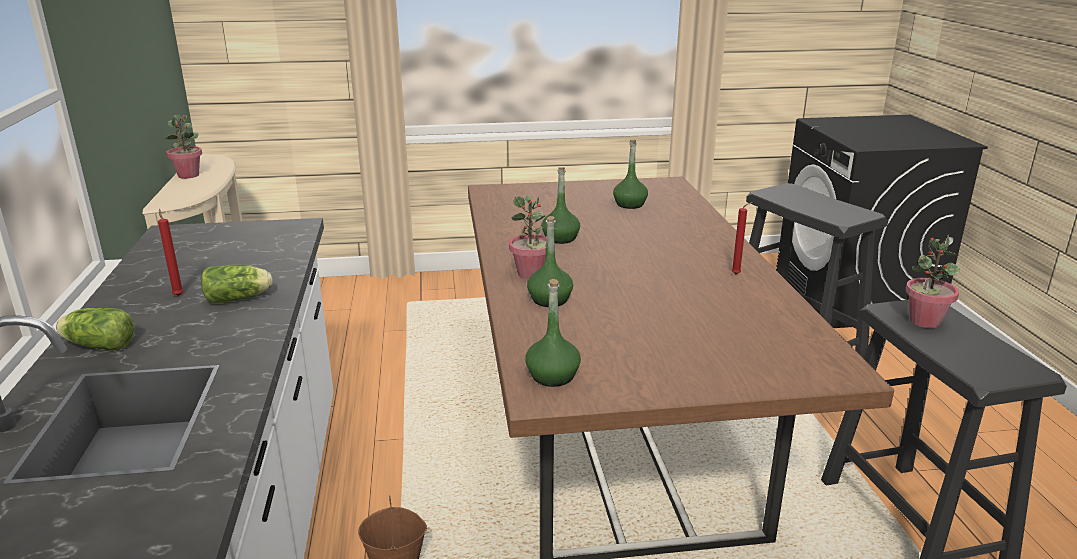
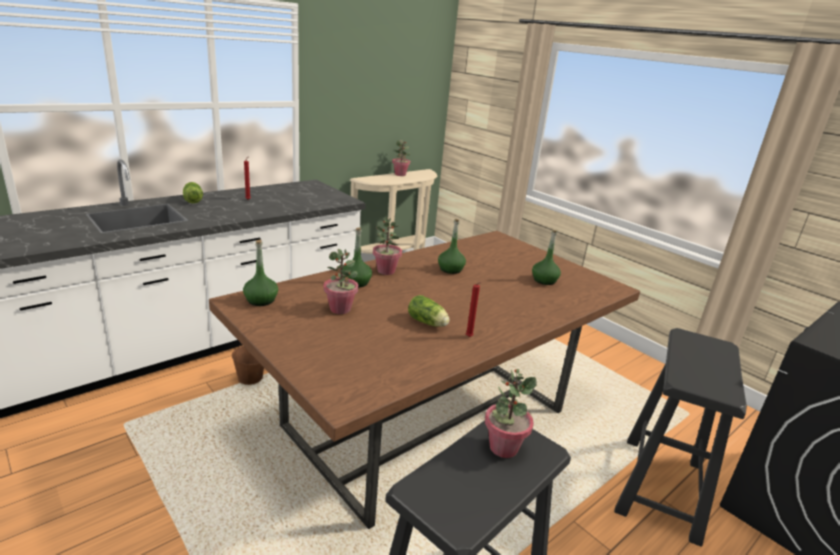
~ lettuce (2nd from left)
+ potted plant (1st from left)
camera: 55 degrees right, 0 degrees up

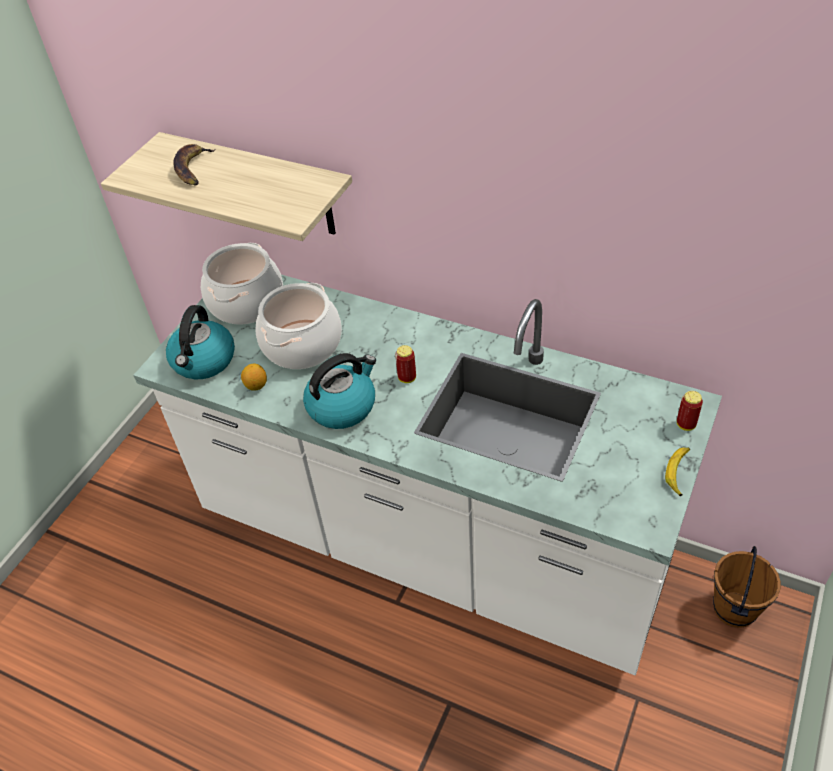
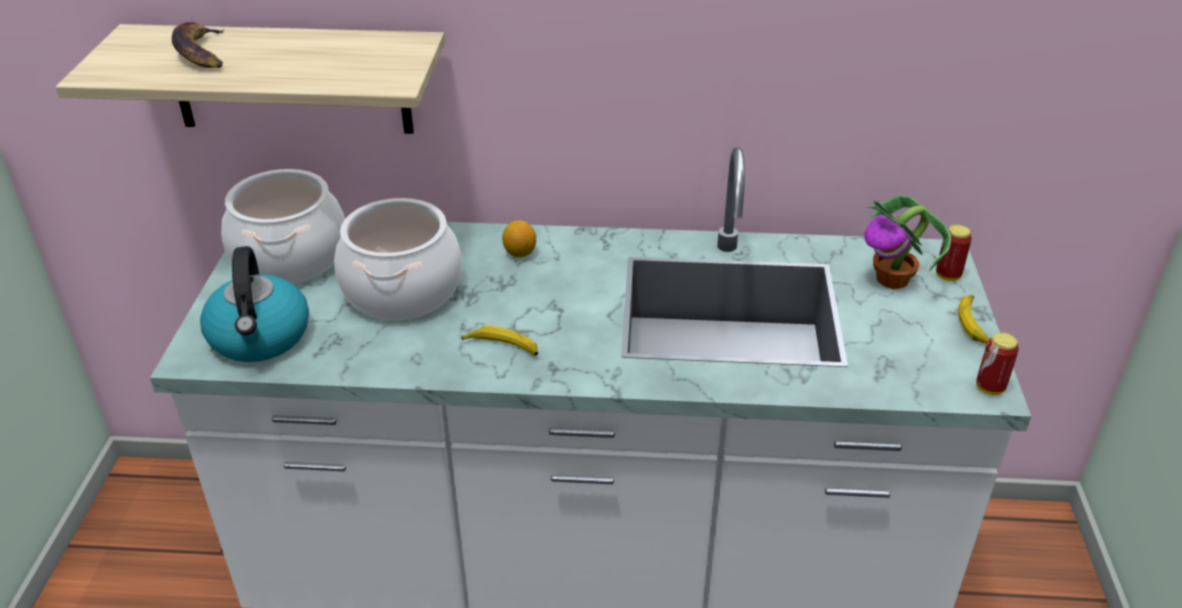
~ lemon
~ kettle (2nd from left) to banana (2nd from left)
~ can (1st from left in the first image) to can (2nd from left)
- brown bucket
+ potted plant
camera: 25 degrees left, 10 degrees down

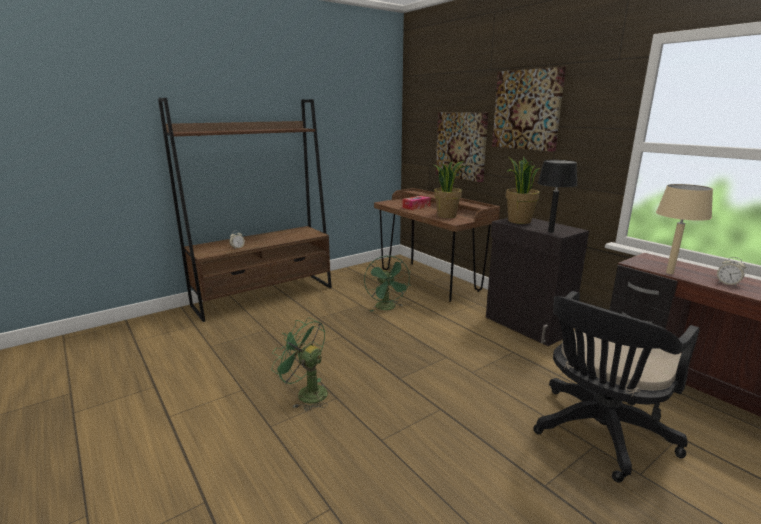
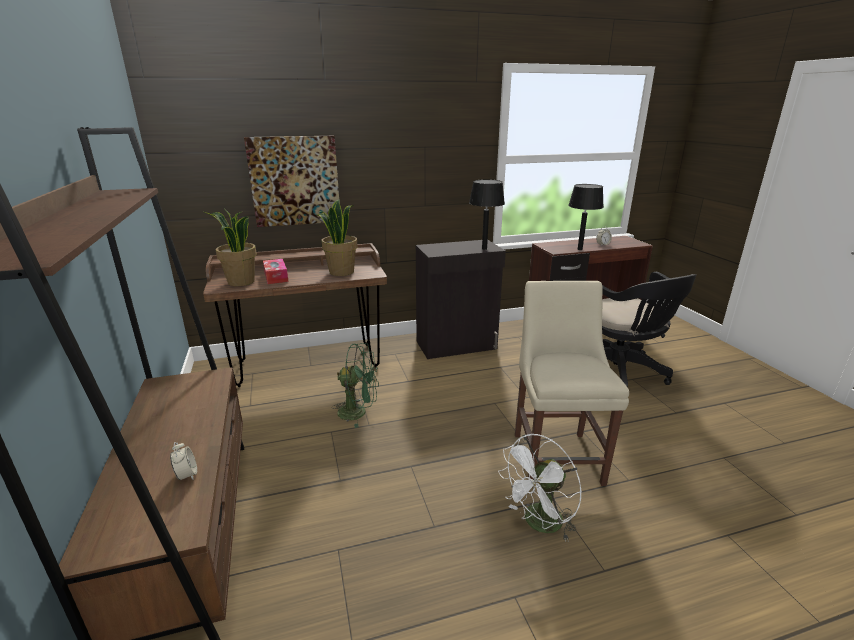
~ green fan (1st from left) to white fan
- picture (2nd from left)
~ potted plant (2nd from left in the first image) to potted plant (1st from left)
~ beige table lamp to black table lamp (2nd from left)
+ beige chair
camera: 70 degrees left, 5 degrees up

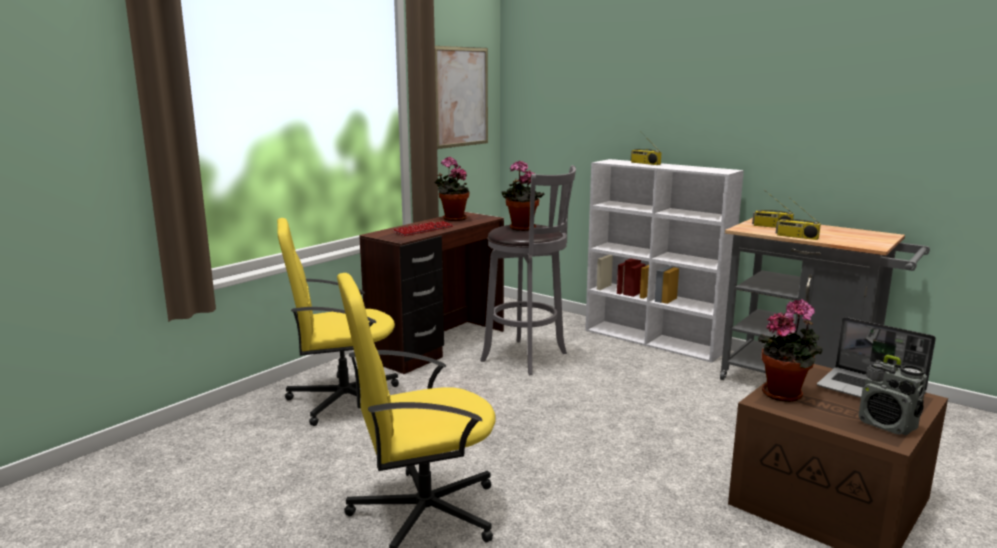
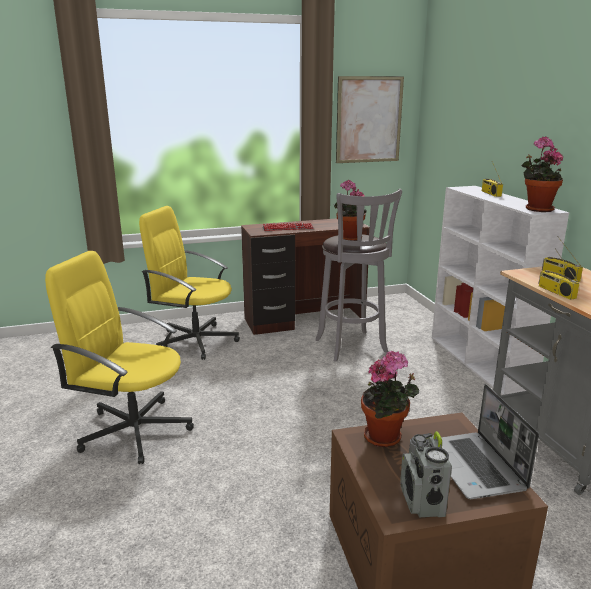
~ potted plant (1st from left in the first image) to potted plant (3rd from left)
camera: 35 degrees right, 5 degrees up

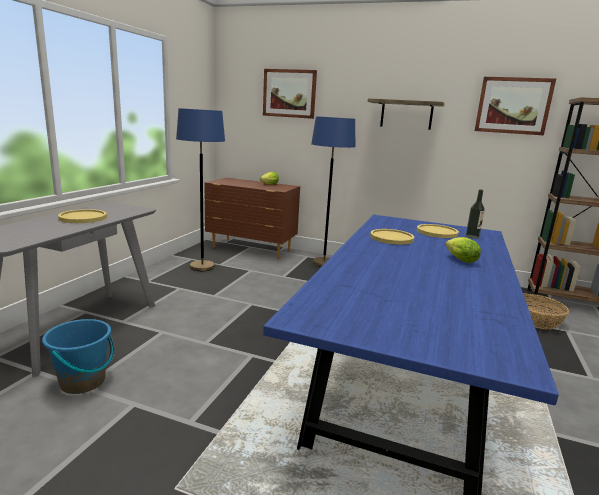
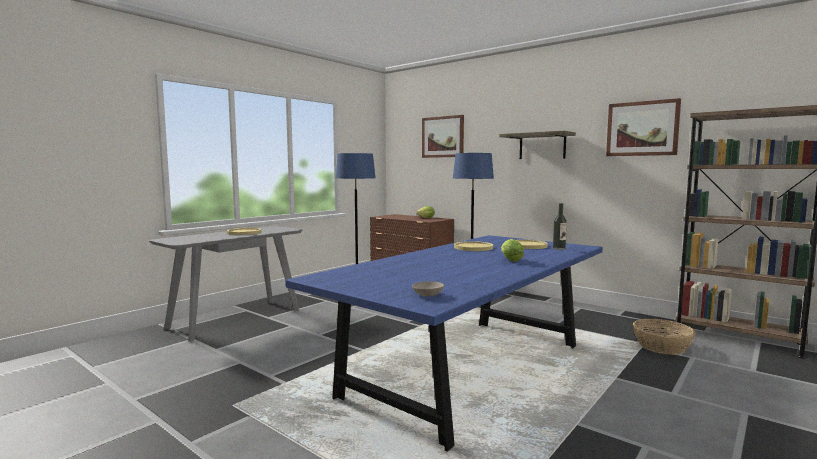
- blue bucket
+ beige bowl
camera: 20 degrees right, 10 degrees down

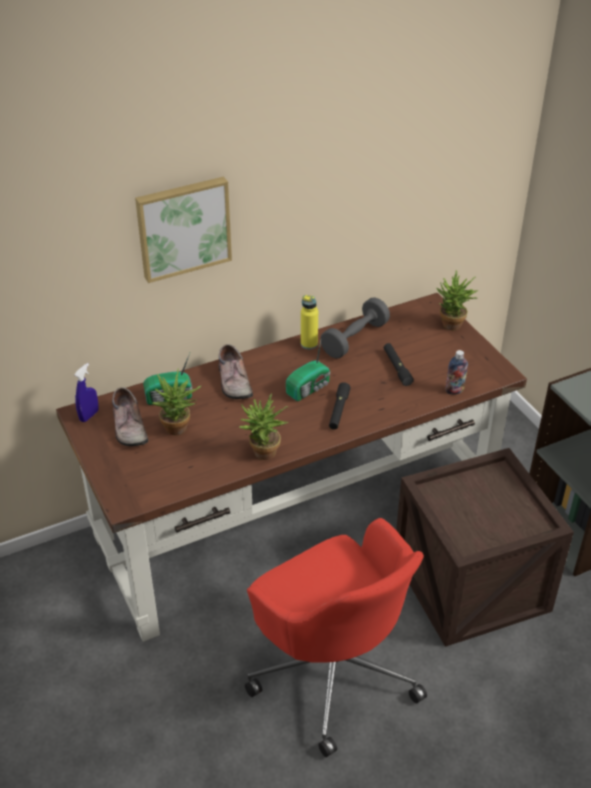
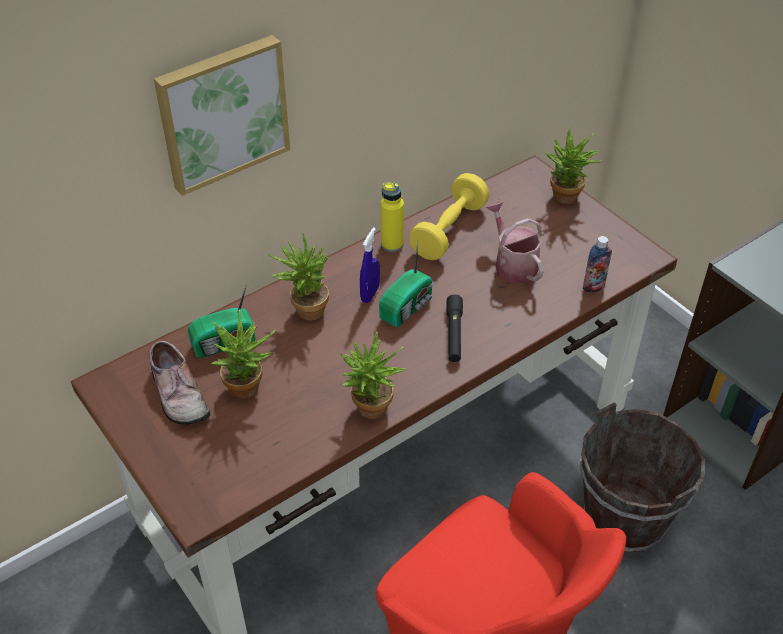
~ blue spray bottle
~ shoe (2nd from left) to potted plant (2nd from left)
~ grey dumbbell to yellow dumbbell
~ black flashlight (2nd from left) to watering can
~ crate to brown bucket
camera: 10 degrees left, 5 degrees up

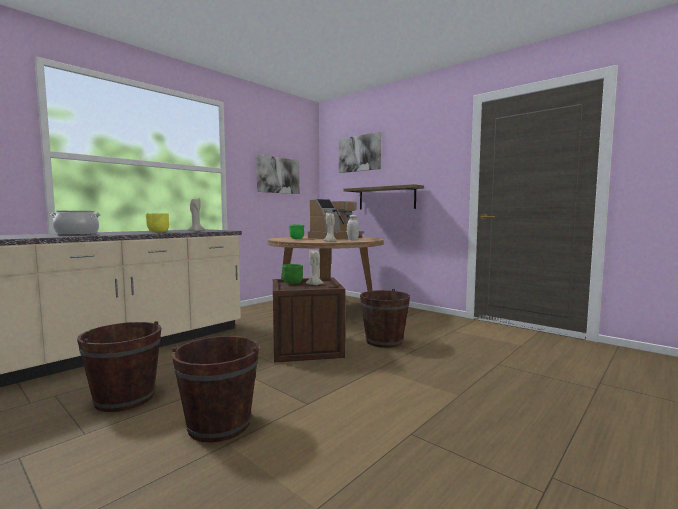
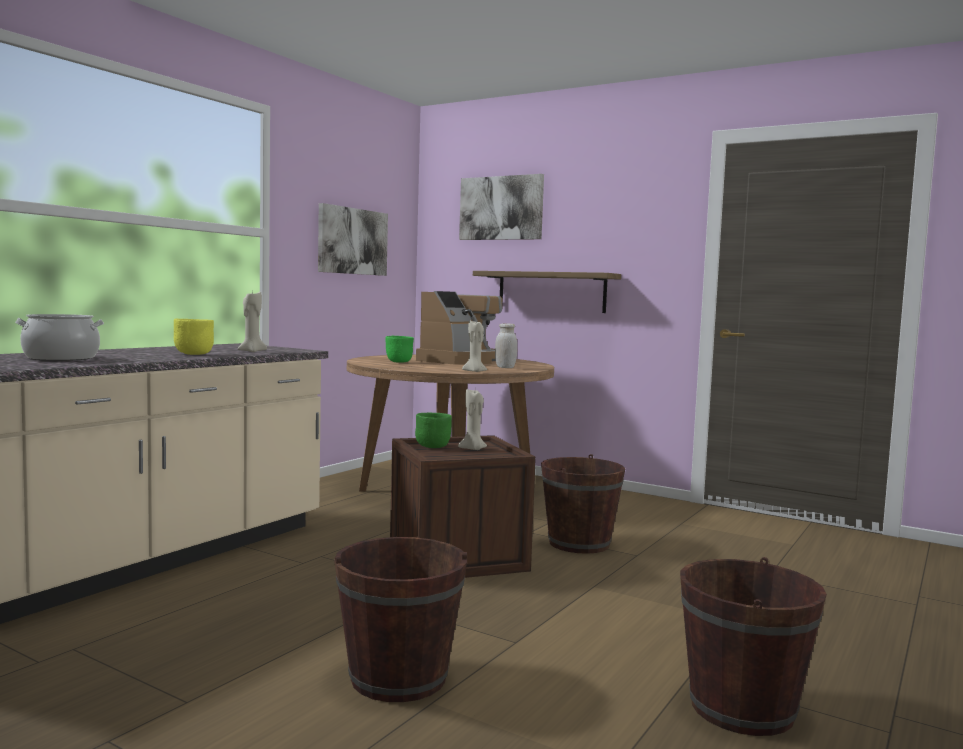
~ brown bucket (1st from left in the first image) to brown bucket (3rd from left)
camera: 10 degrees left, 0 degrees up

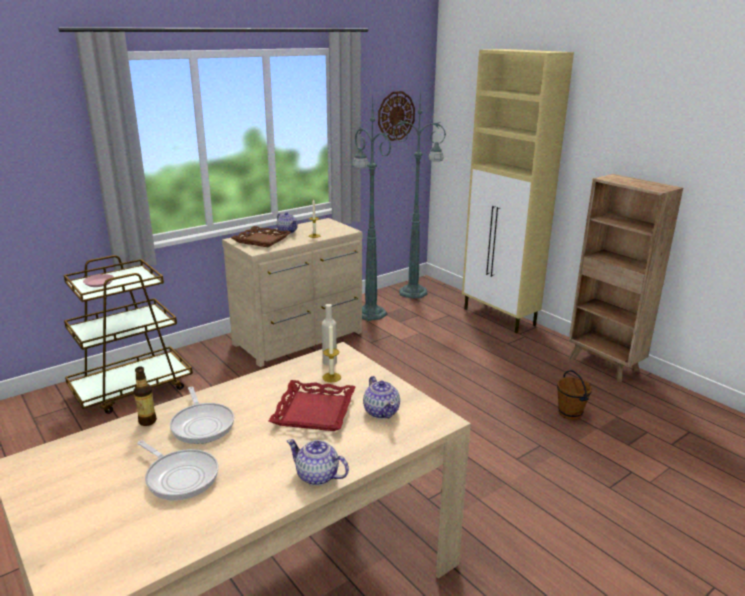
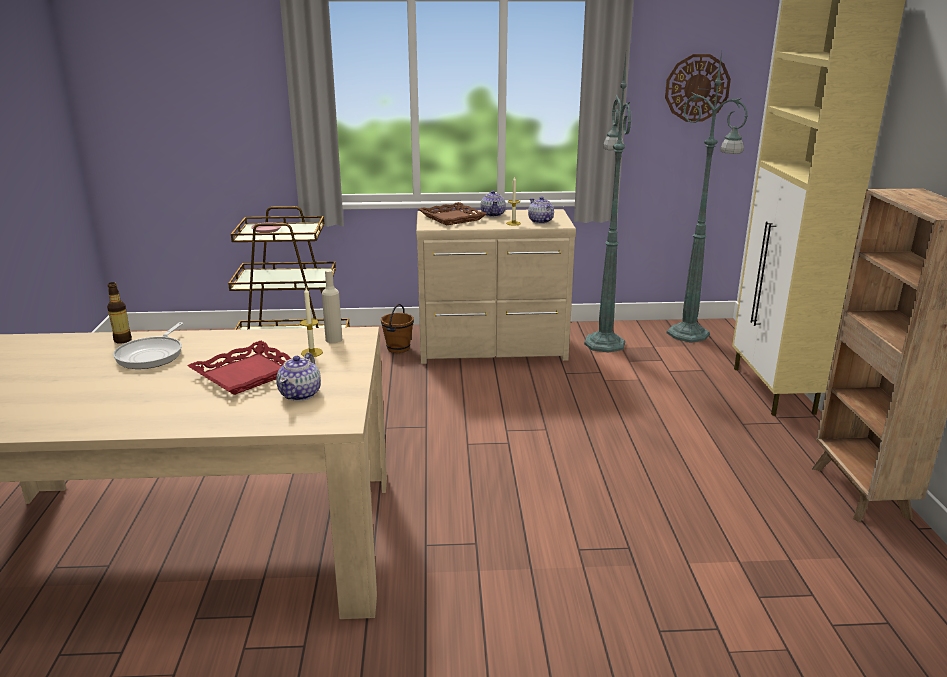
- frying pan (1st from left)
~ teapot (2nd from left in the first image) to teapot (3rd from left)
~ brown bucket
camera: 35 degrees right, 0 degrees up

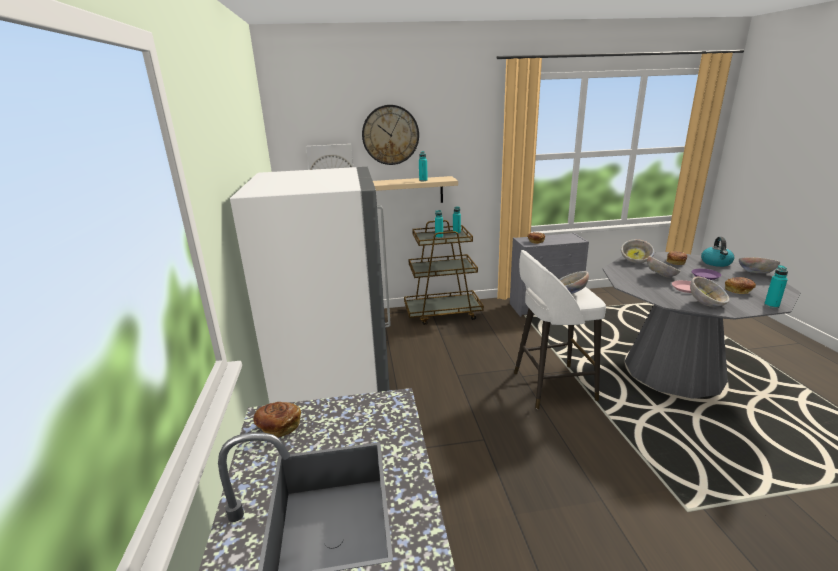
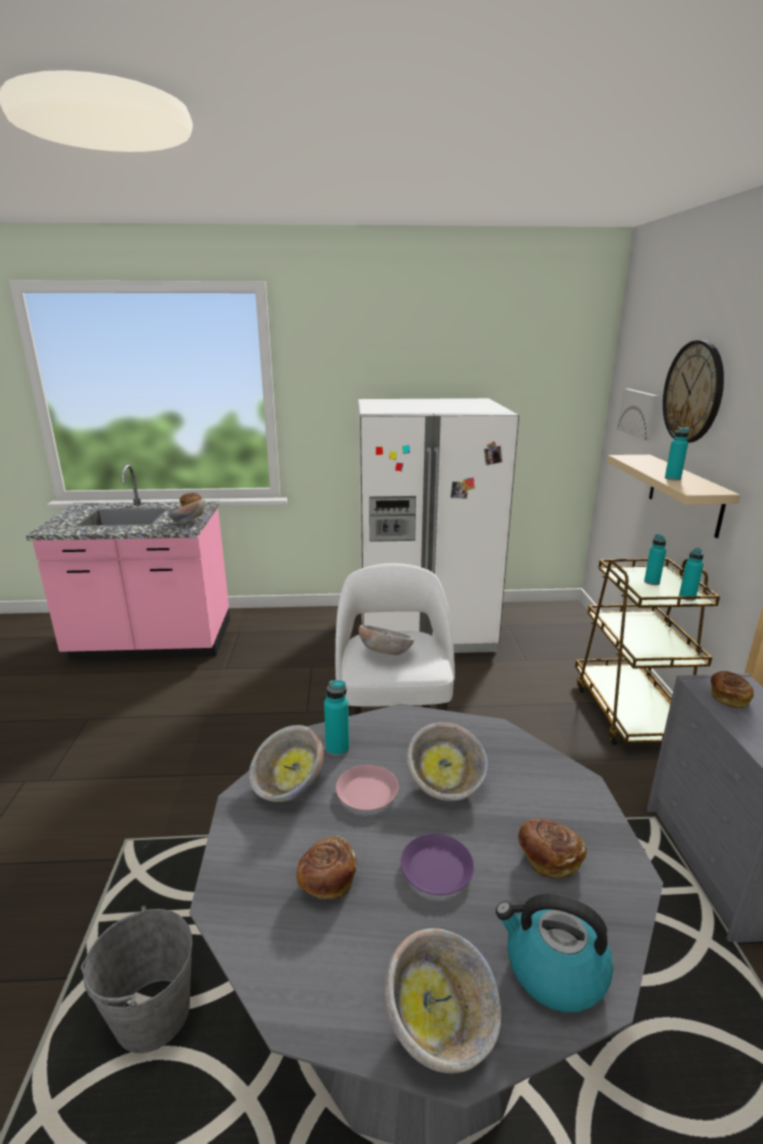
~ bowl (2nd from left in the first image) to bowl (1st from left)
~ turquoise bottle (4th from left in the first image) to turquoise bottle (1st from left)
+ grey bucket
camera: 95 degrees right, 0 degrees up

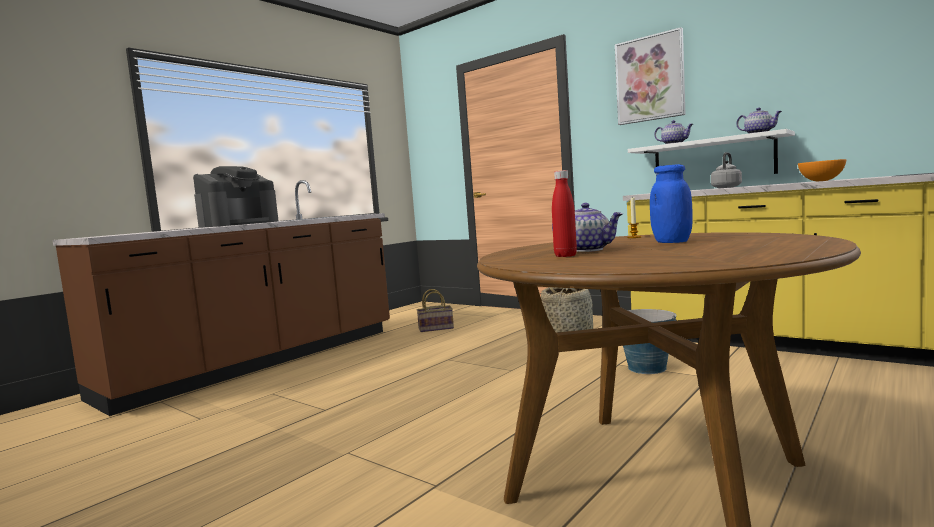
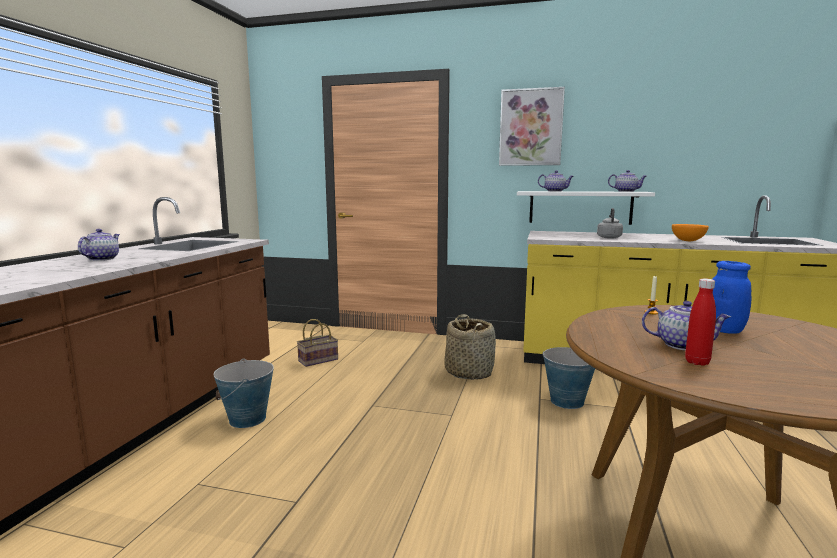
~ coffee machine to teapot (1st from left)
+ bucket (1st from left)
camera: 25 degrees left, 5 degrees up

